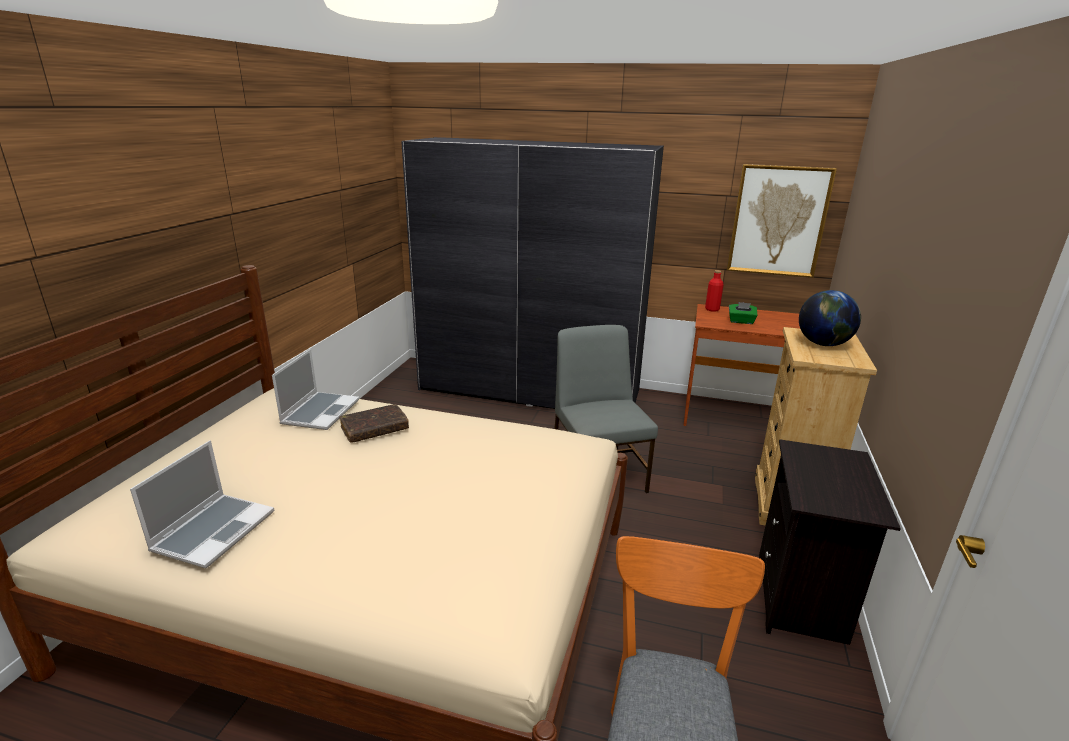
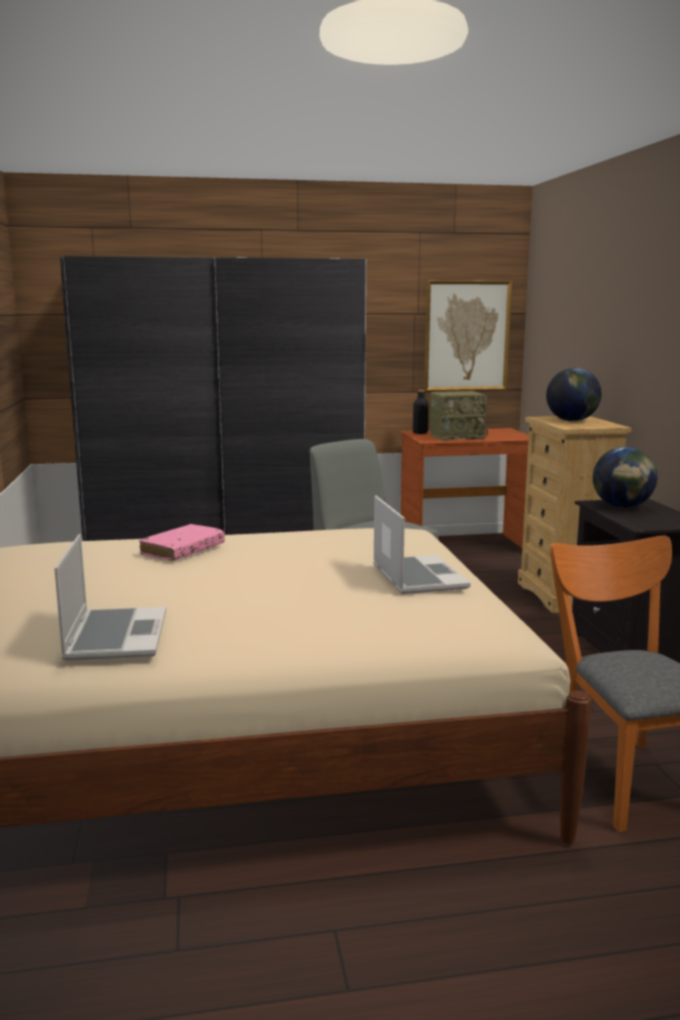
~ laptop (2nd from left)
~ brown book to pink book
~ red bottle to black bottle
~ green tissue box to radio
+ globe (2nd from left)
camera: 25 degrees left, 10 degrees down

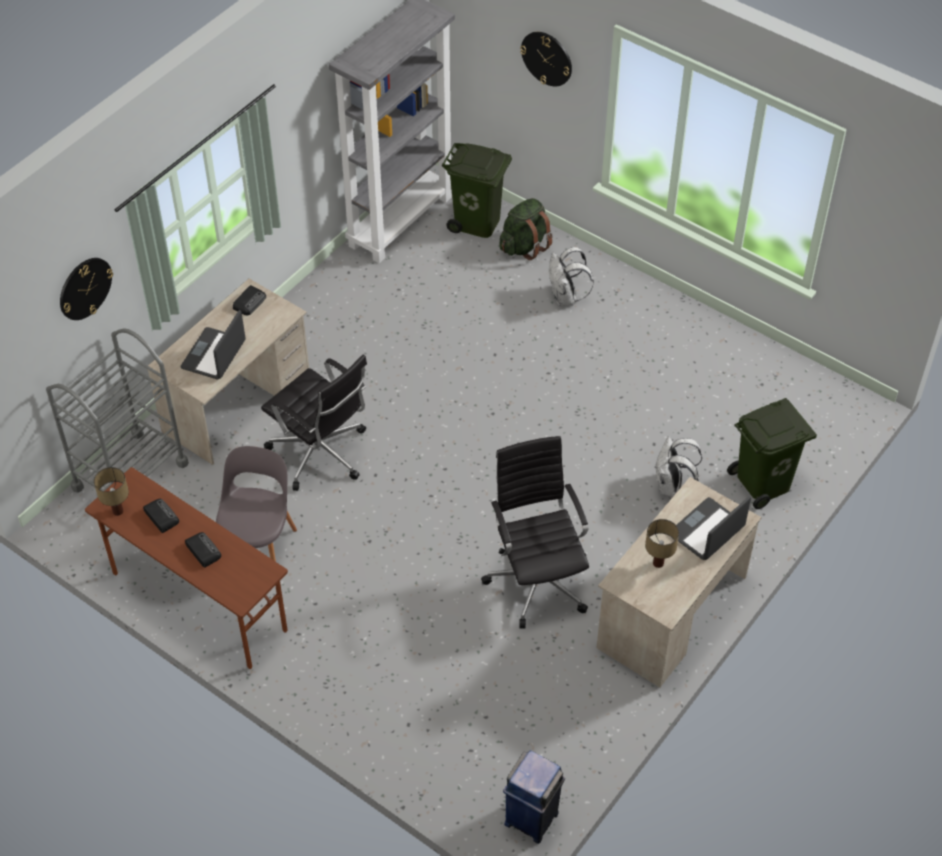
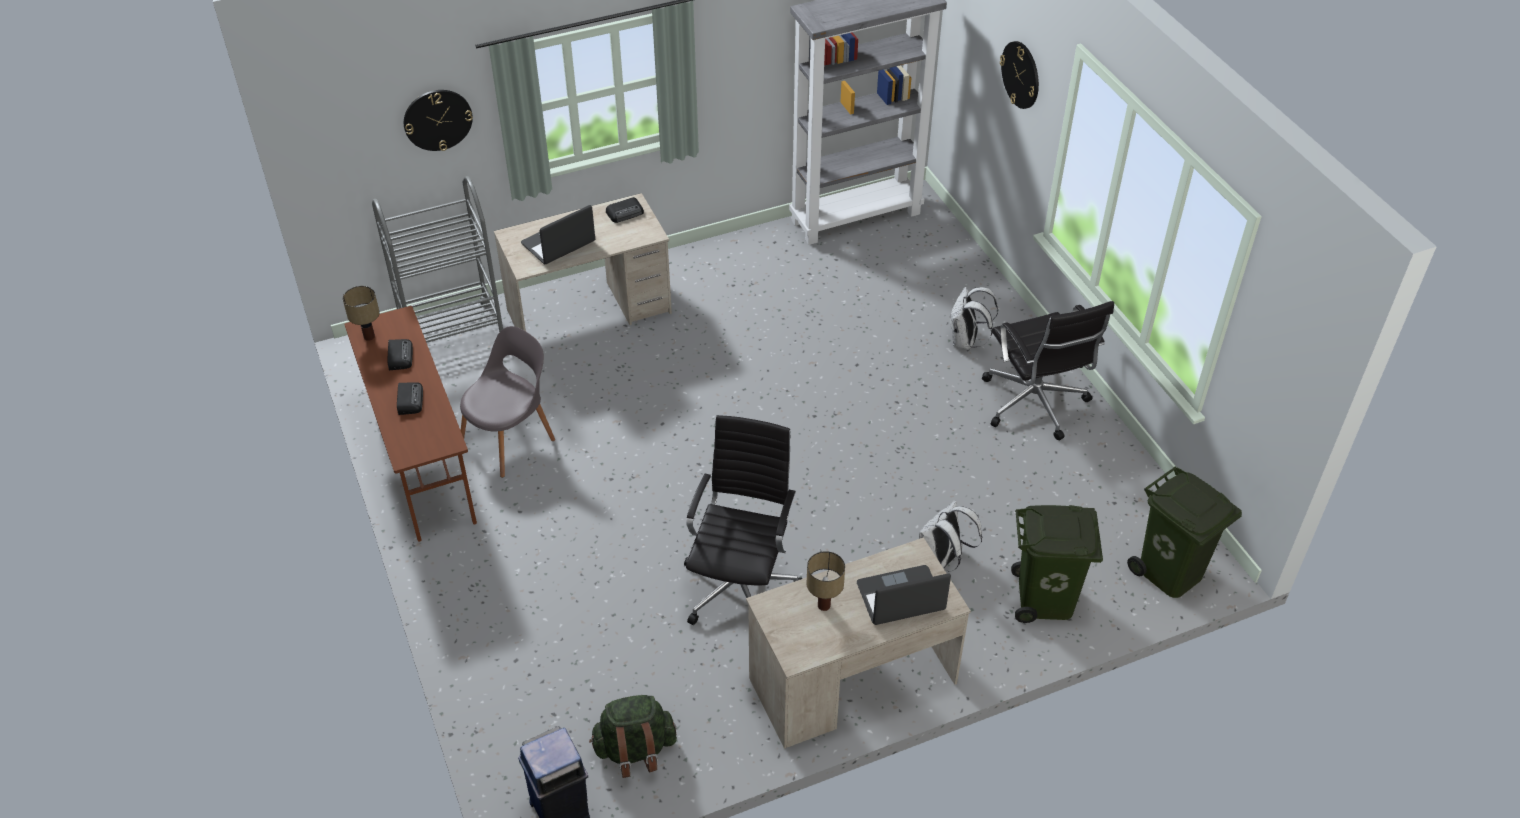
~ black office chair (1st from left in the first image) to black office chair (2nd from left)
~ green trash can (1st from left in the first image) to green trash can (2nd from left)
~ green backpack
camera: 30 degrees right, 5 degrees down

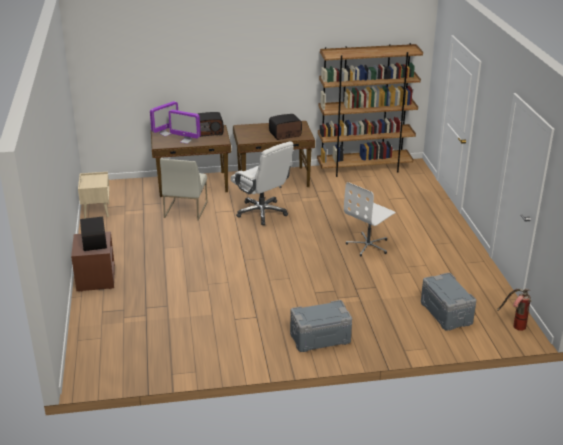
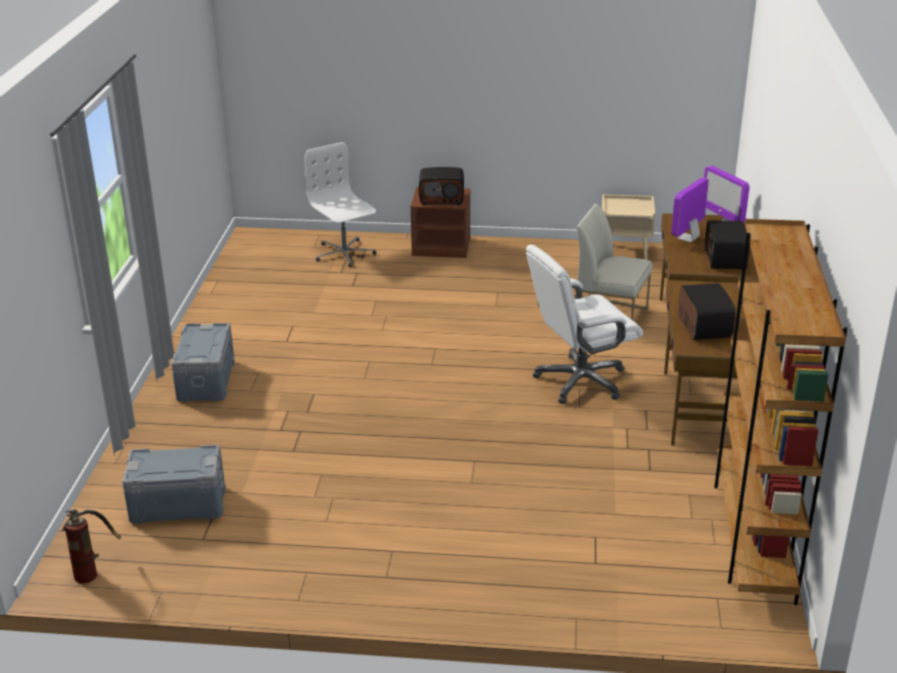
~ white office chair (2nd from left in the first image) to white office chair (1st from left)
camera: 105 degrees right, 0 degrees up

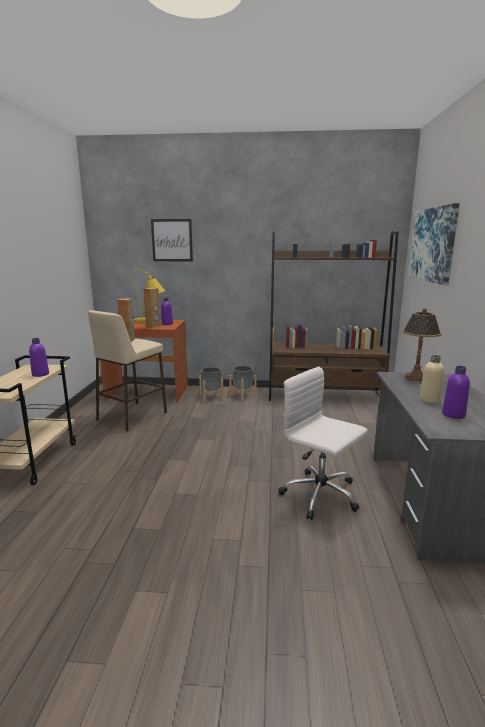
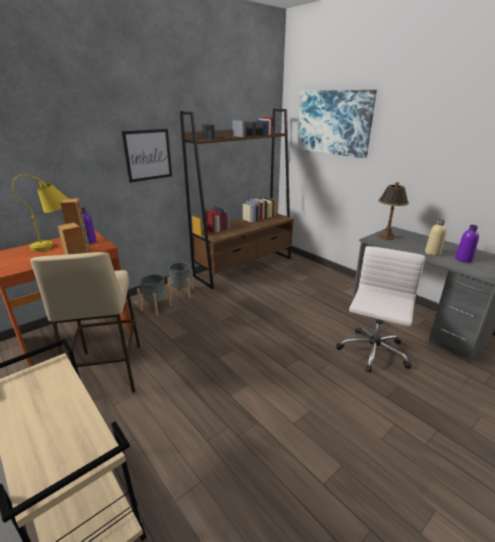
- purple bottle (1st from left)
~ picture (1st from left)
~ white office chair 120 degrees clockwise
camera: 45 degrees left, 10 degrees up

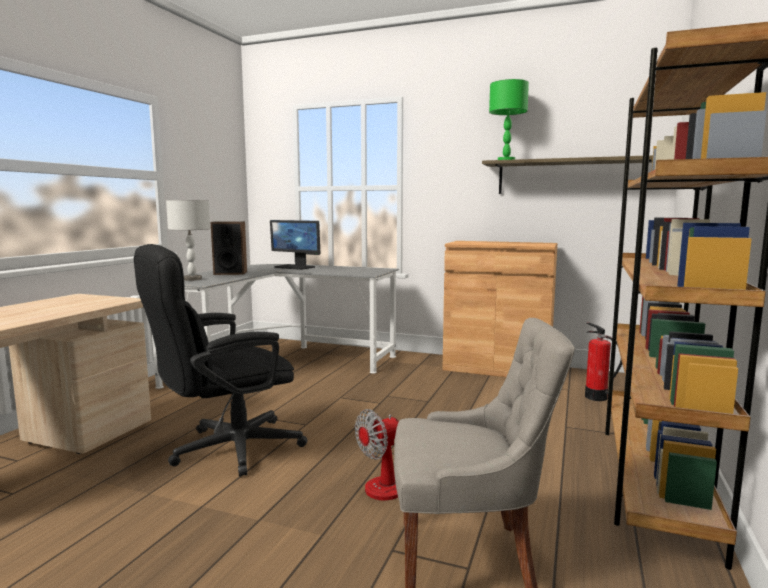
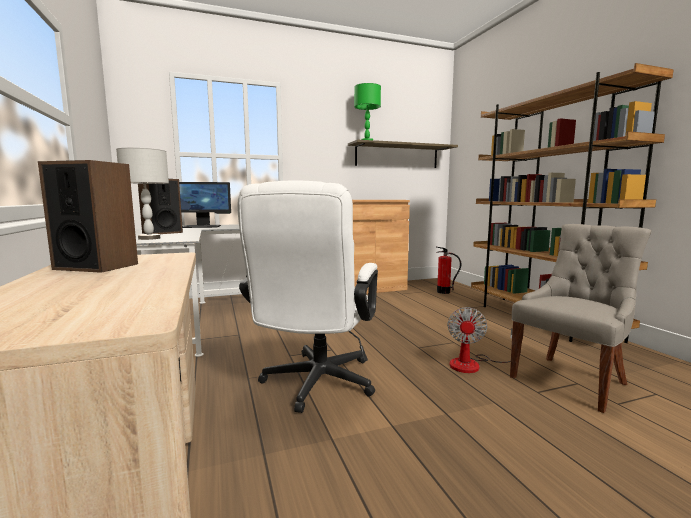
~ black office chair to white office chair
+ speaker (1st from left)
camera: 40 degrees left, 0 degrees up

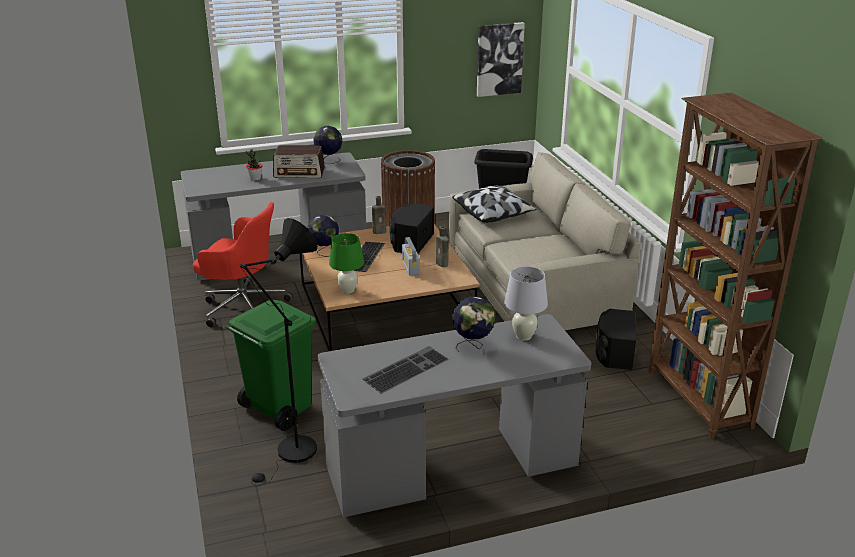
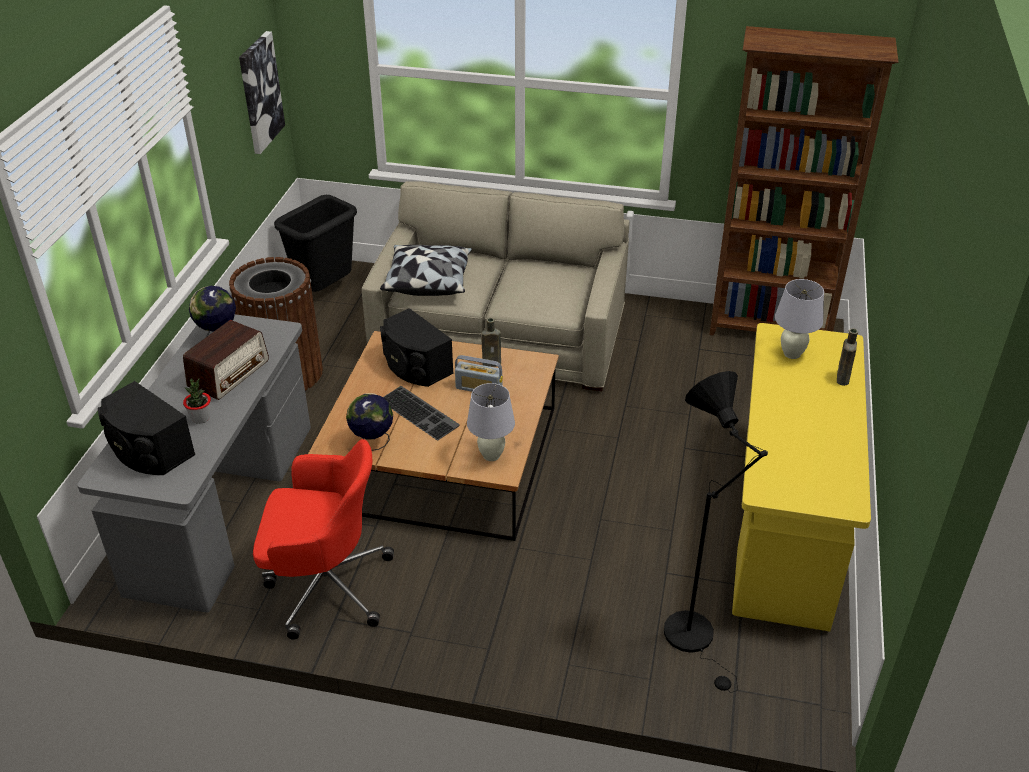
~ red office chair 45 degrees clockwise
- green trash can
~ grey desk (2nd from left) to yellow desk
~ green table lamp to white table lamp (1st from left)
- keyboard (2nd from left)
~ brown bottle (1st from left in the first image) to brown bottle (2nd from left)
- globe (3rd from left)
~ black speaker (2nd from left in the first image) to black speaker (1st from left)
camera: 60 degrees left, 10 degrees up

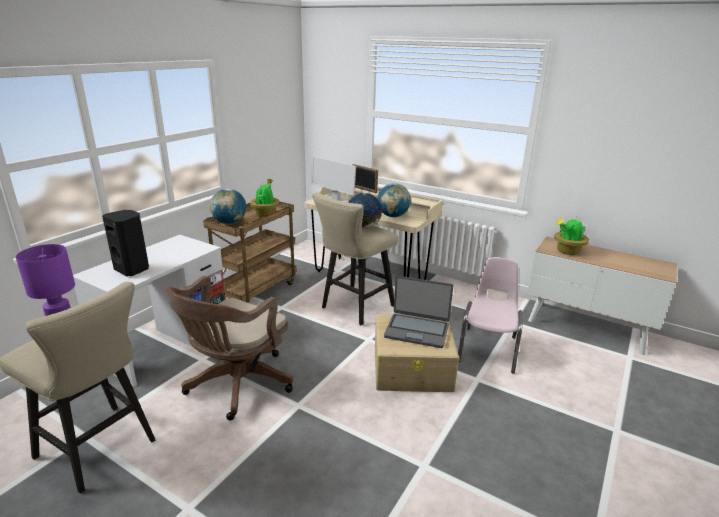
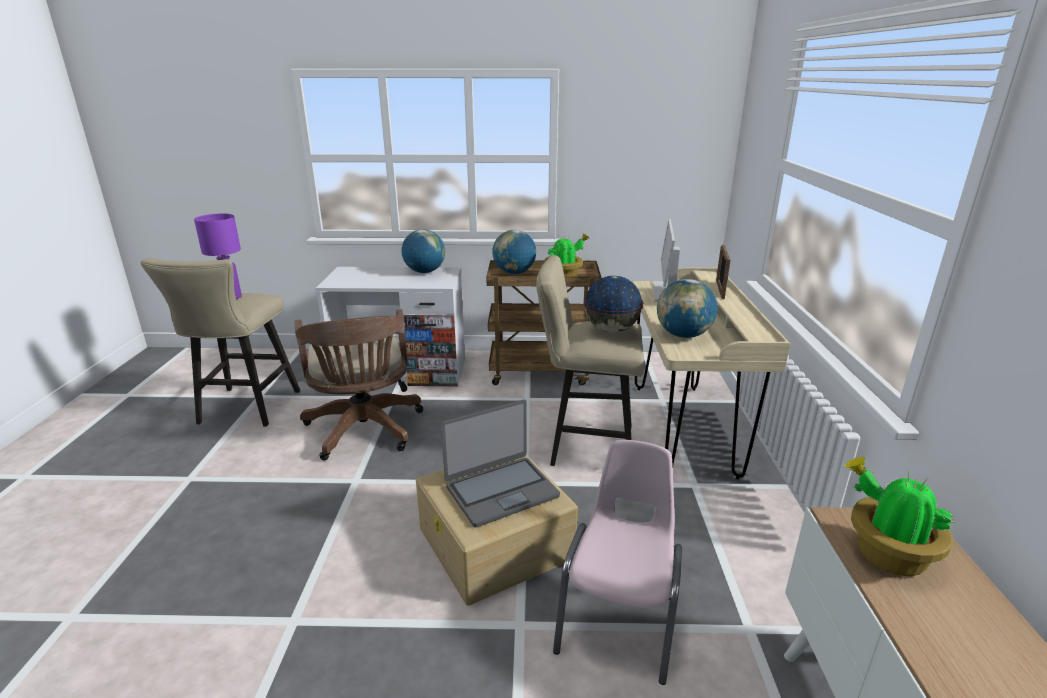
- black speaker
~ brown office chair 105 degrees counterclockwise
~ laptop 105 degrees counterclockwise
~ pink chair 60 degrees counterclockwise
+ globe (1st from left)
camera: 60 degrees right, 0 degrees up

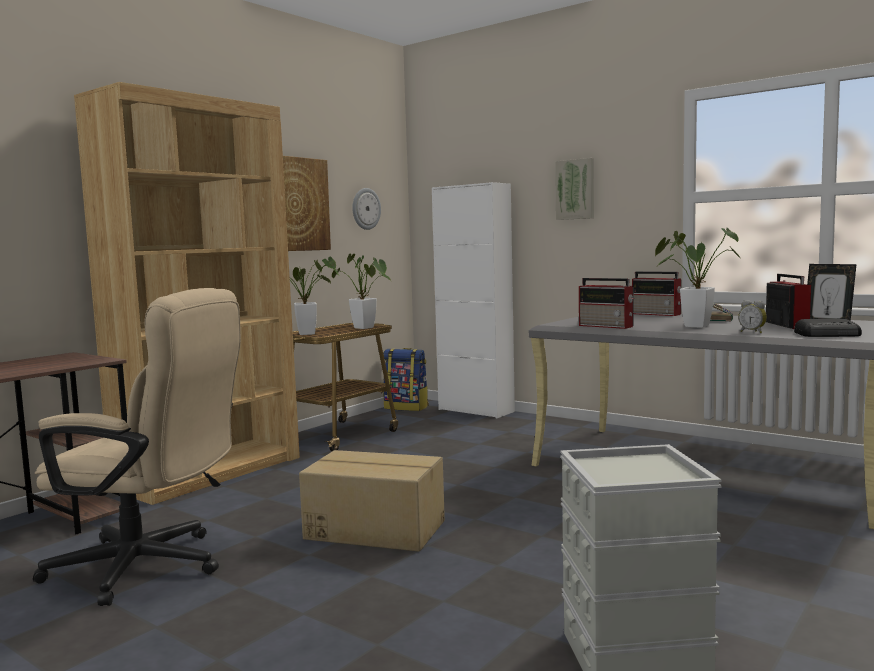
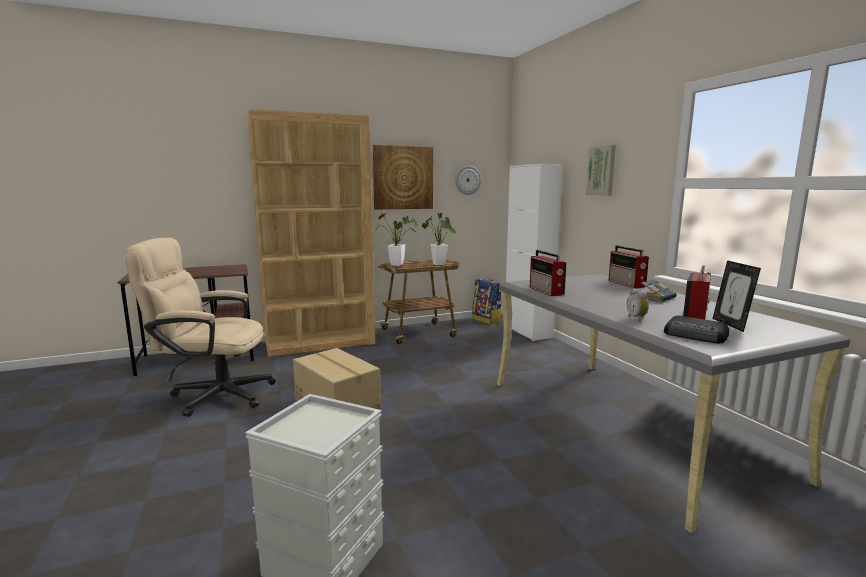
~ beige office chair 135 degrees clockwise
- potted plant (3rd from left)
camera: 30 degrees right, 5 degrees up

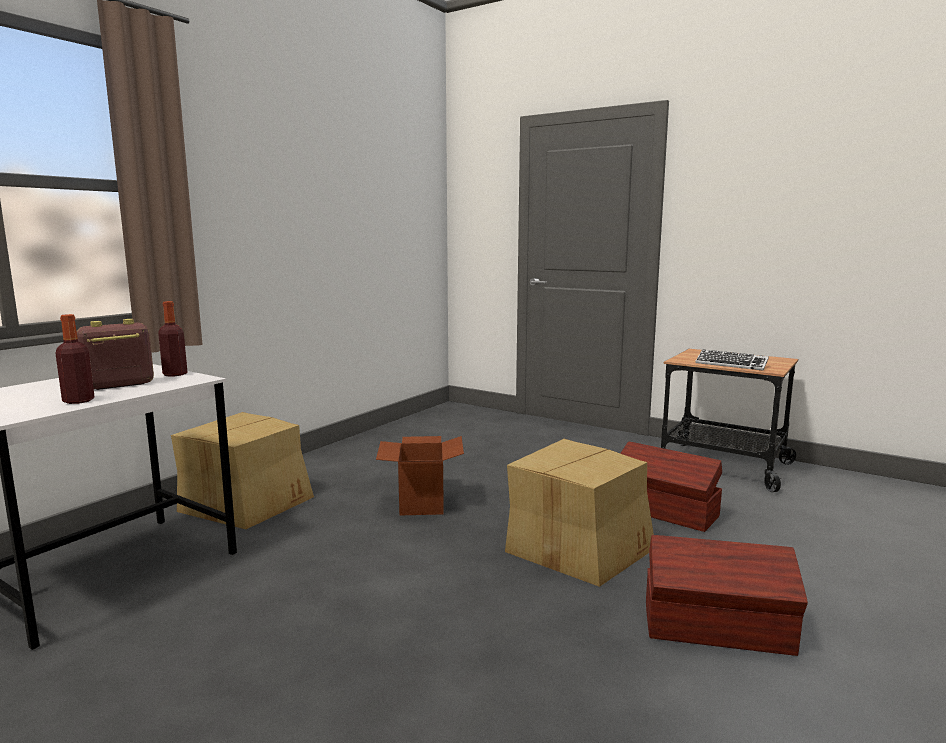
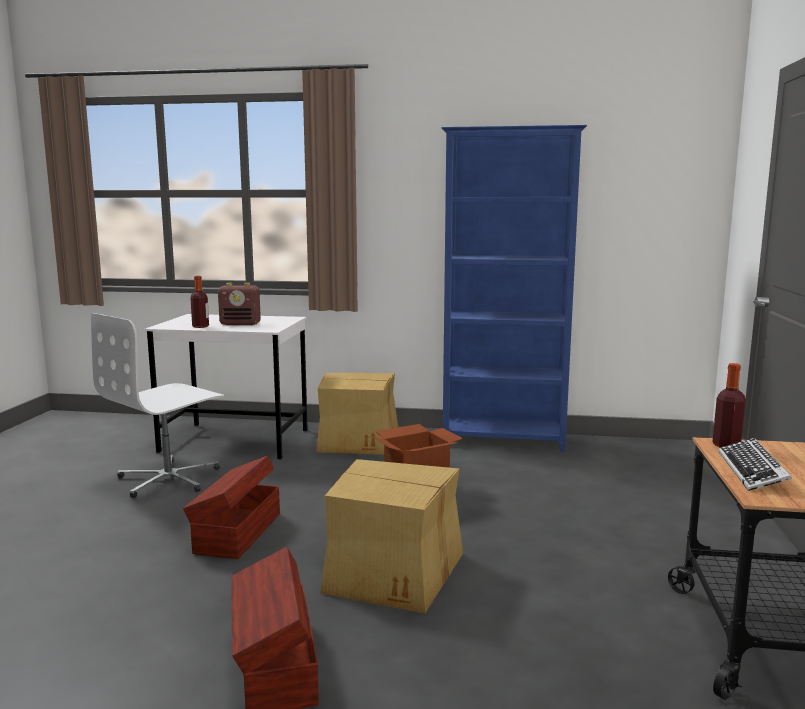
~ radio 150 degrees clockwise
~ bottle (2nd from left)
~ brown storage box (1st from left)
+ white office chair
+ blue bookcase
camera: 65 degrees right, 0 degrees up

